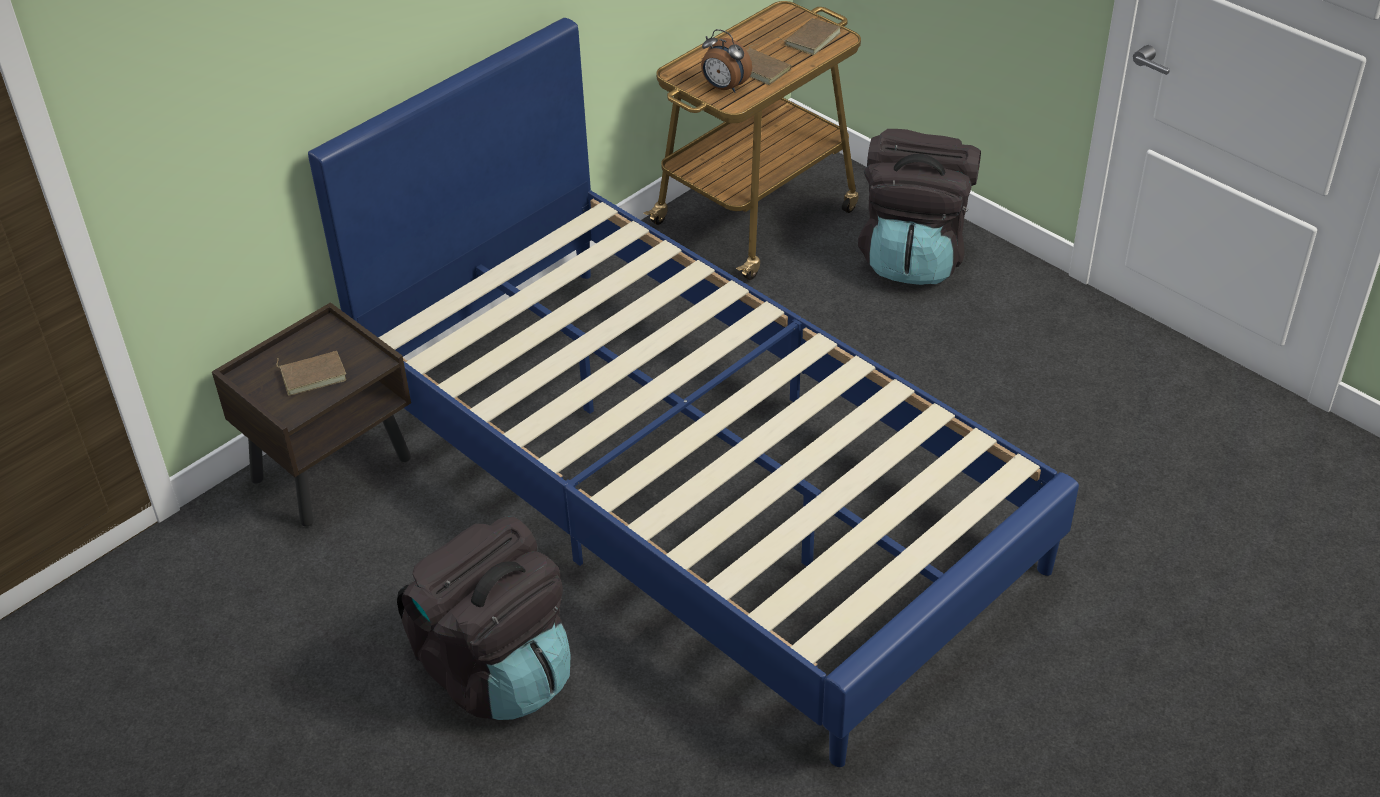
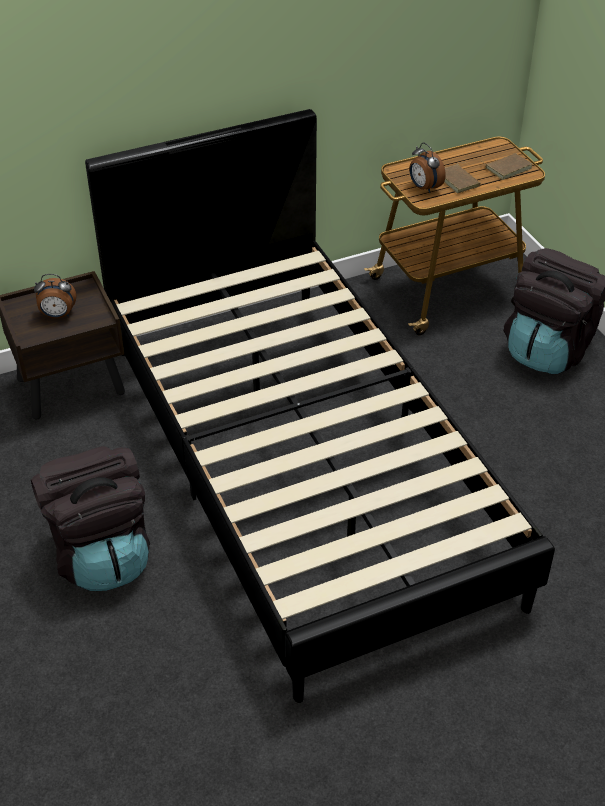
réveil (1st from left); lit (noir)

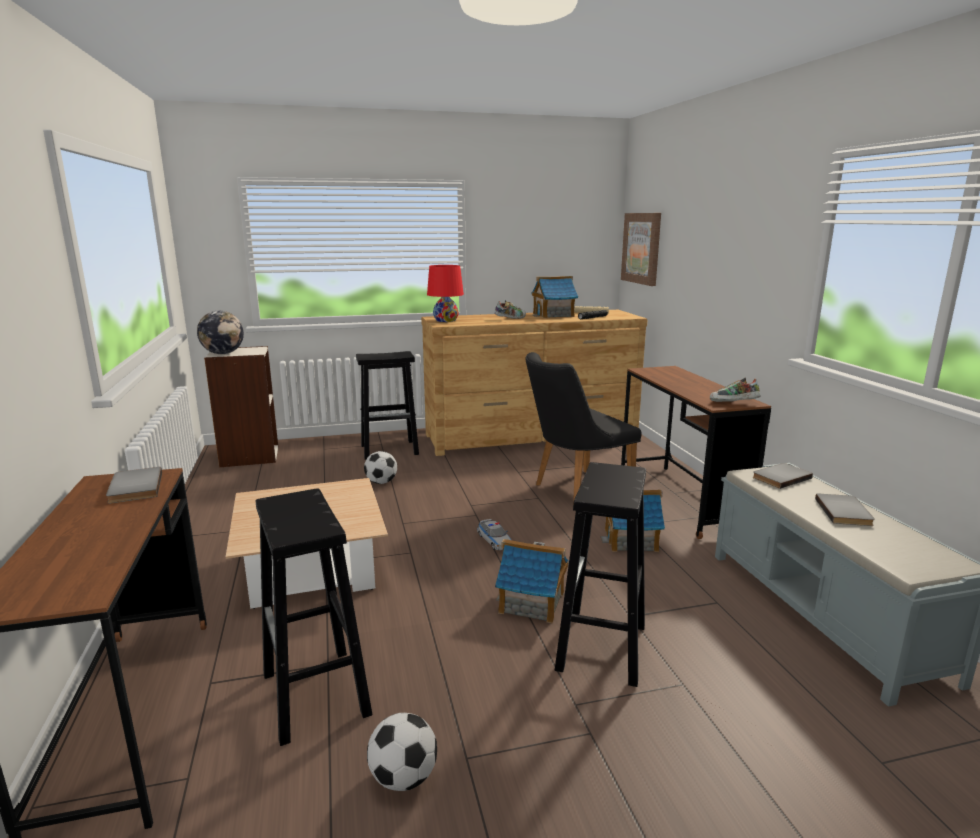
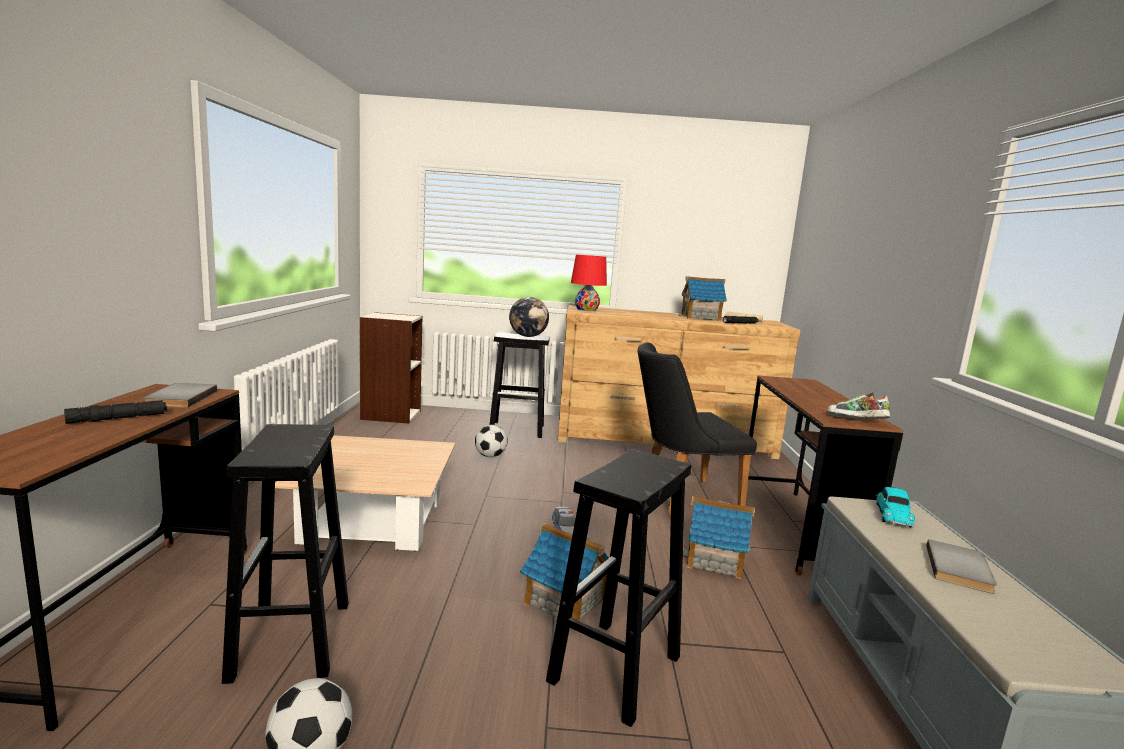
globe; chaussure (1st from left in the first image); tableau; petite voiture (2nd from left); lampe de poche (noir) (1st from left)

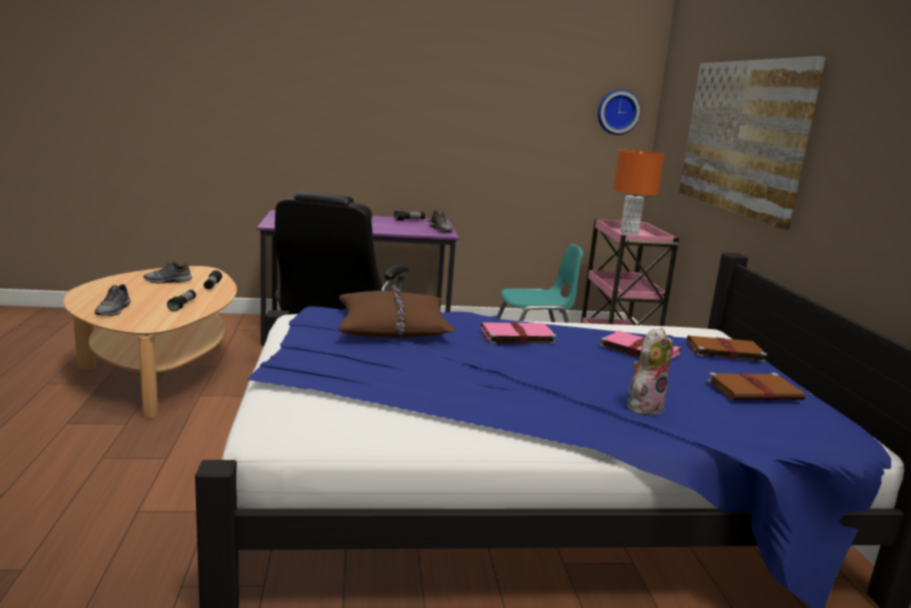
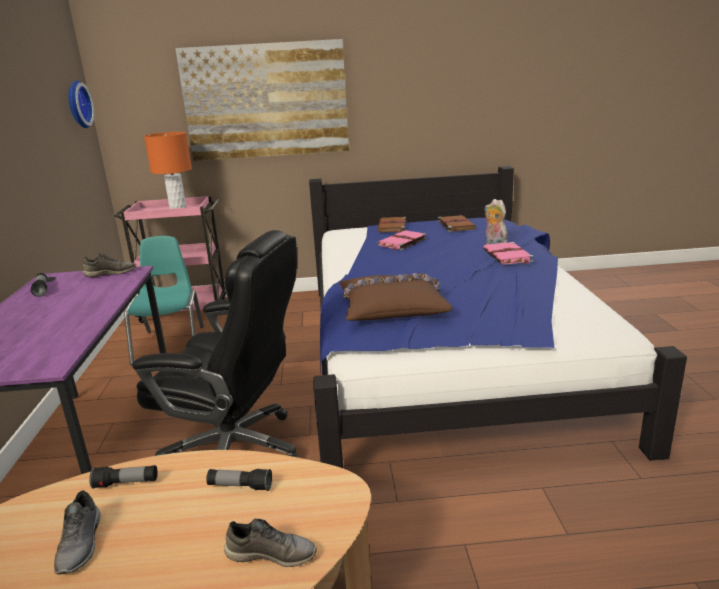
livre (rose) (2nd from left)

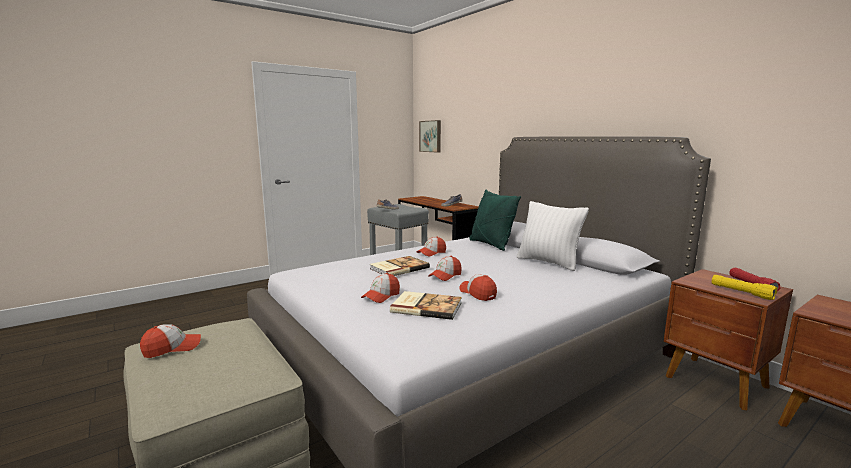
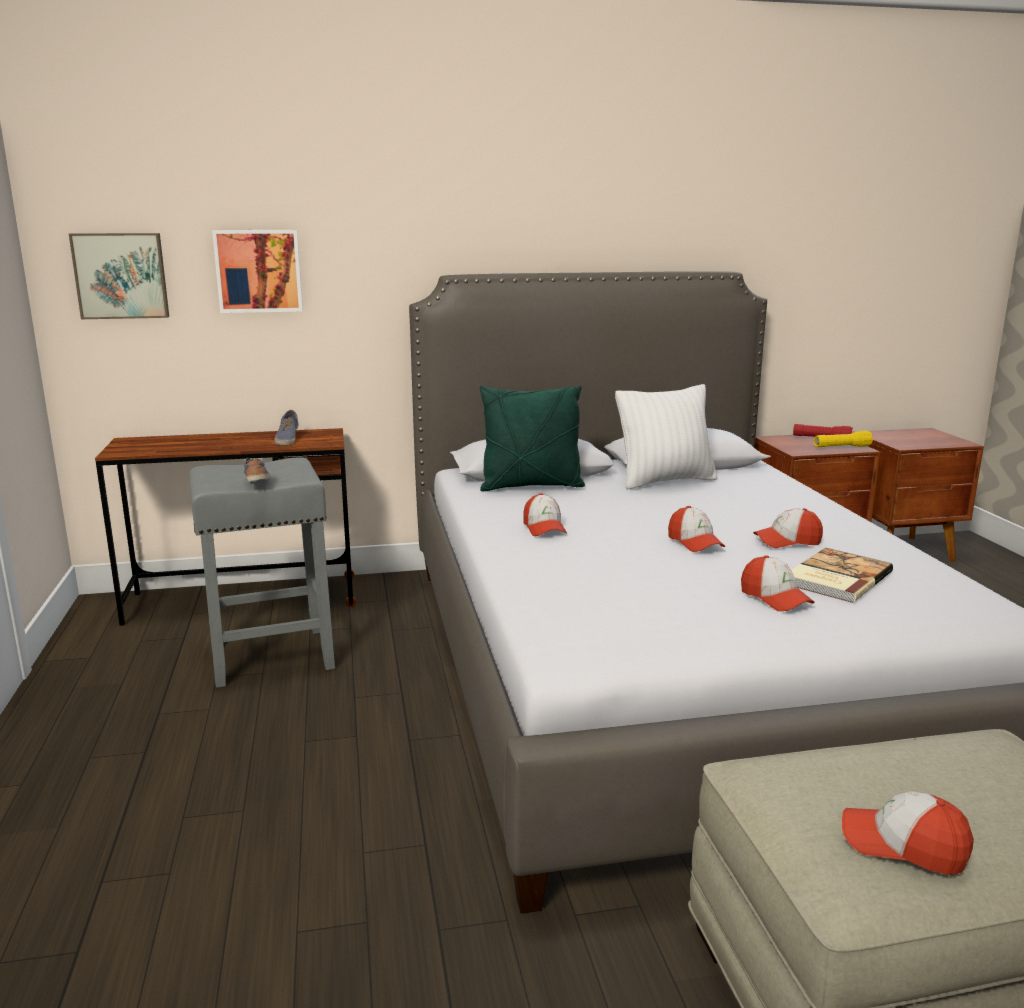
casquette (5th from left); livre (1st from left in the first image); tableau (2nd from left)

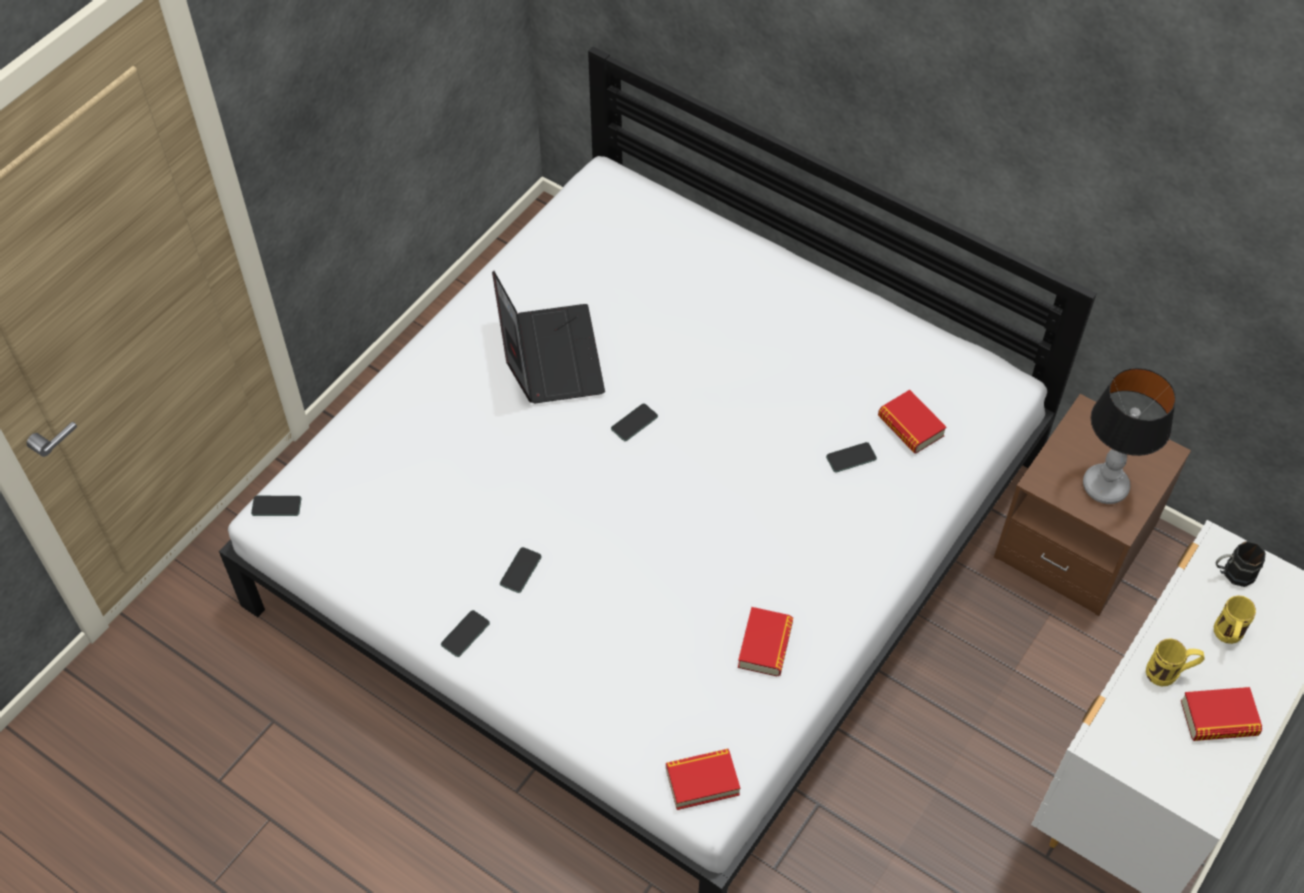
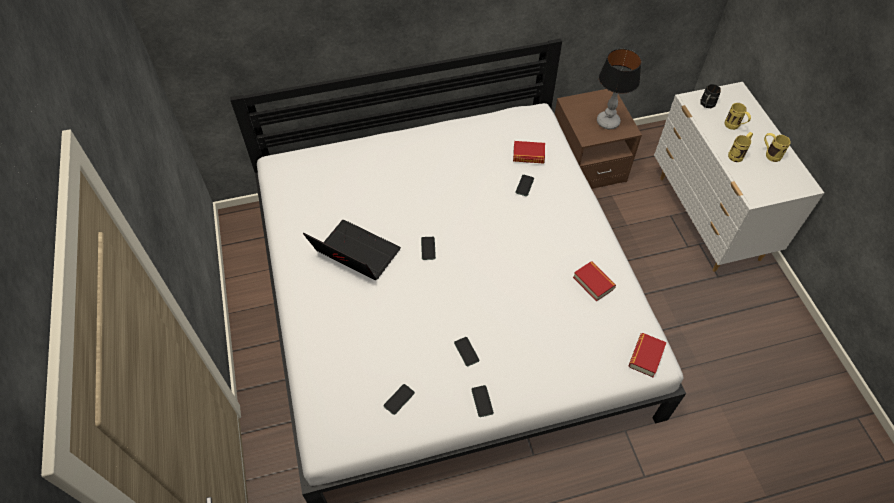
téléphone (1st from left); mug (jaune) (3rd from left)

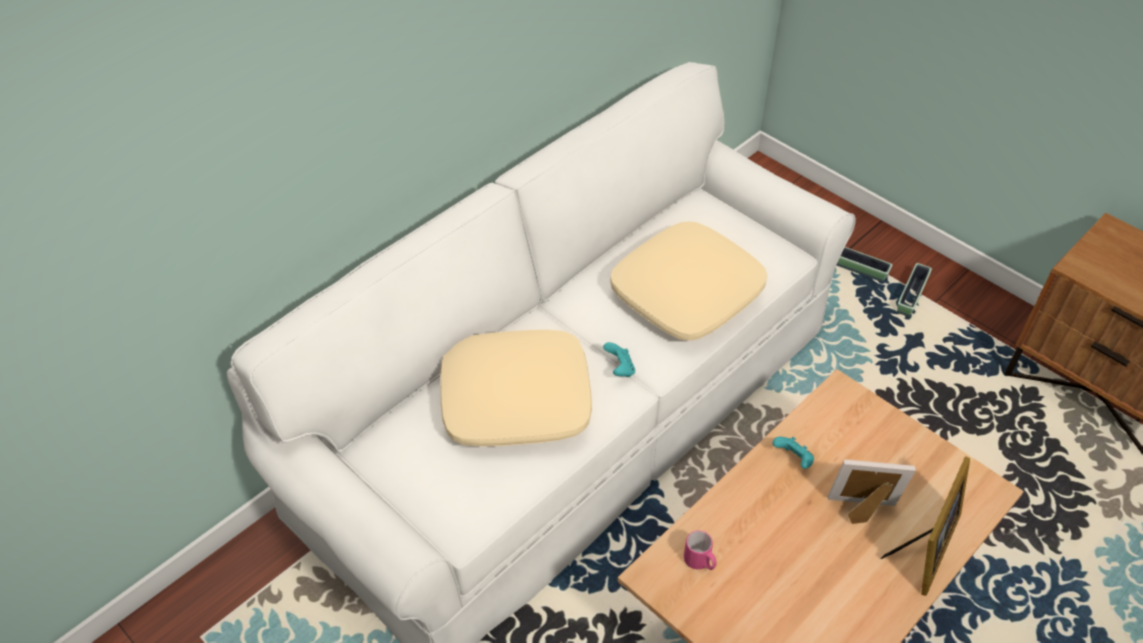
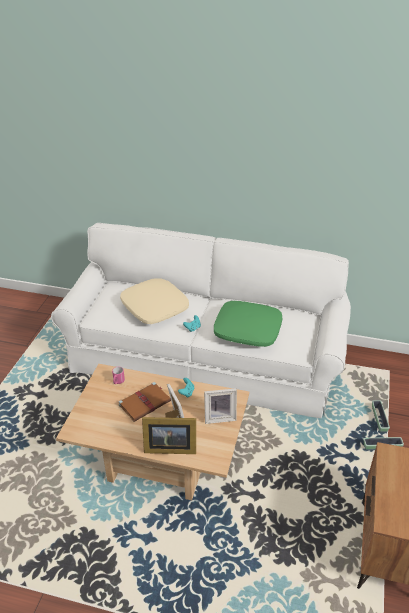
coussin (vert); livre (marron); cadre photo (3rd from left)

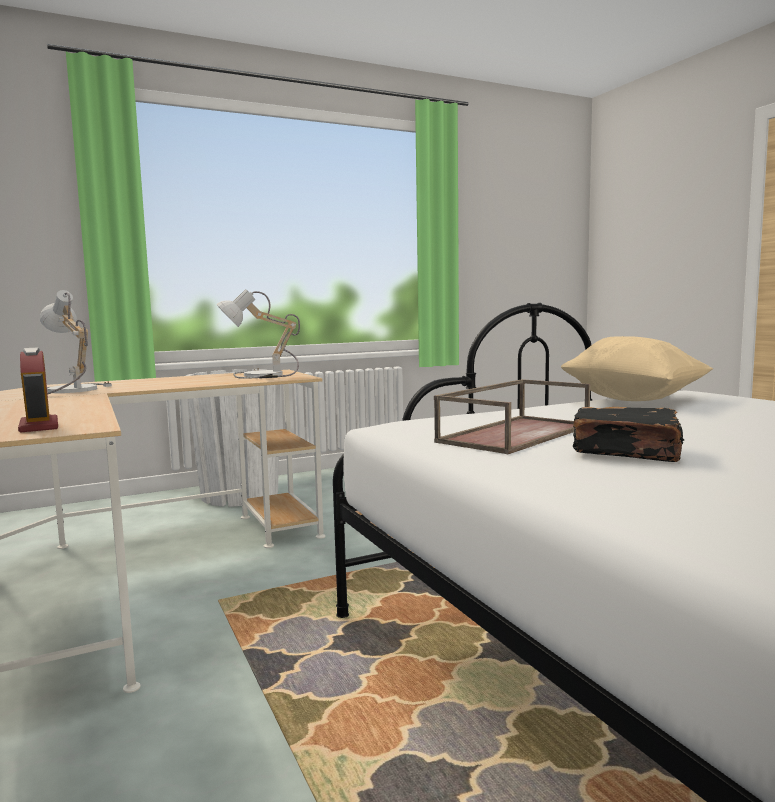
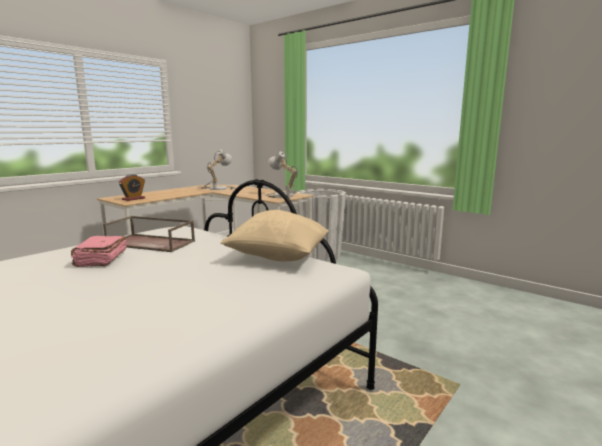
livre (rose)

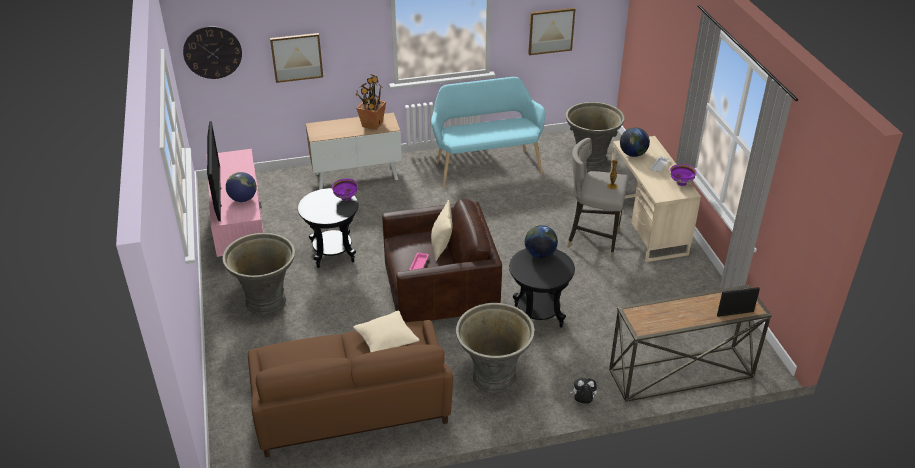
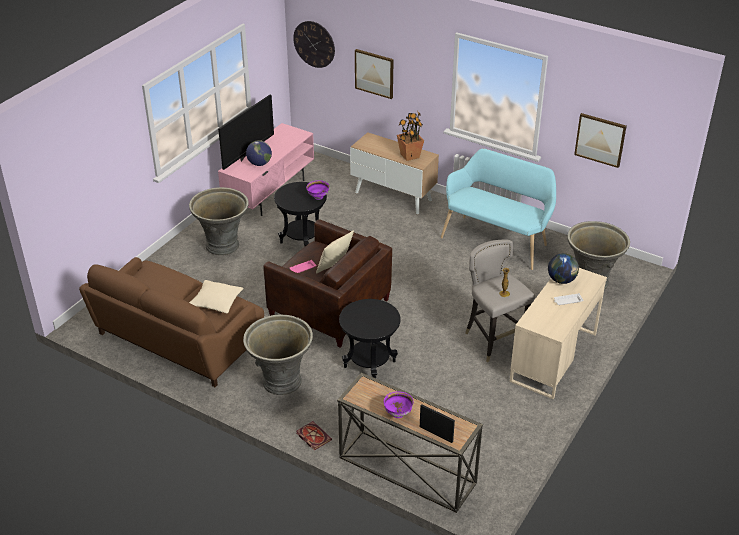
globe (2nd from left in the first image); livre; bol (violet) (2nd from left)

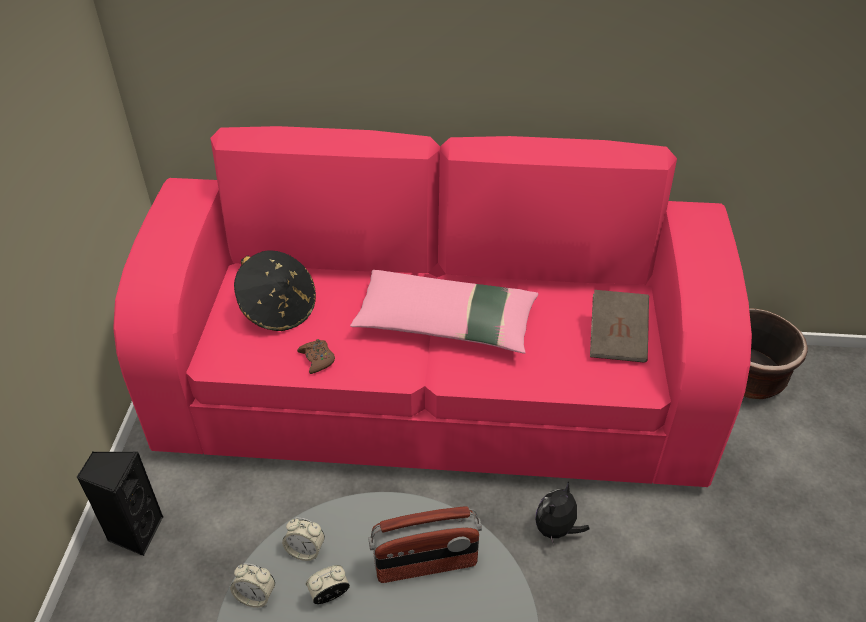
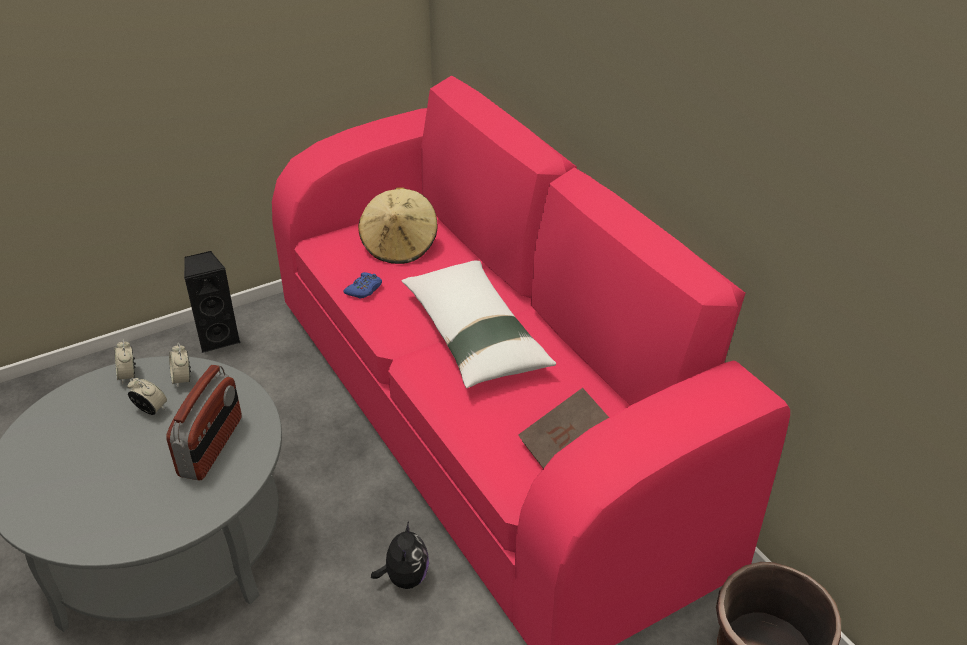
chapeau (beige); manette (bleu); coussin (blanc); radio; peluche

